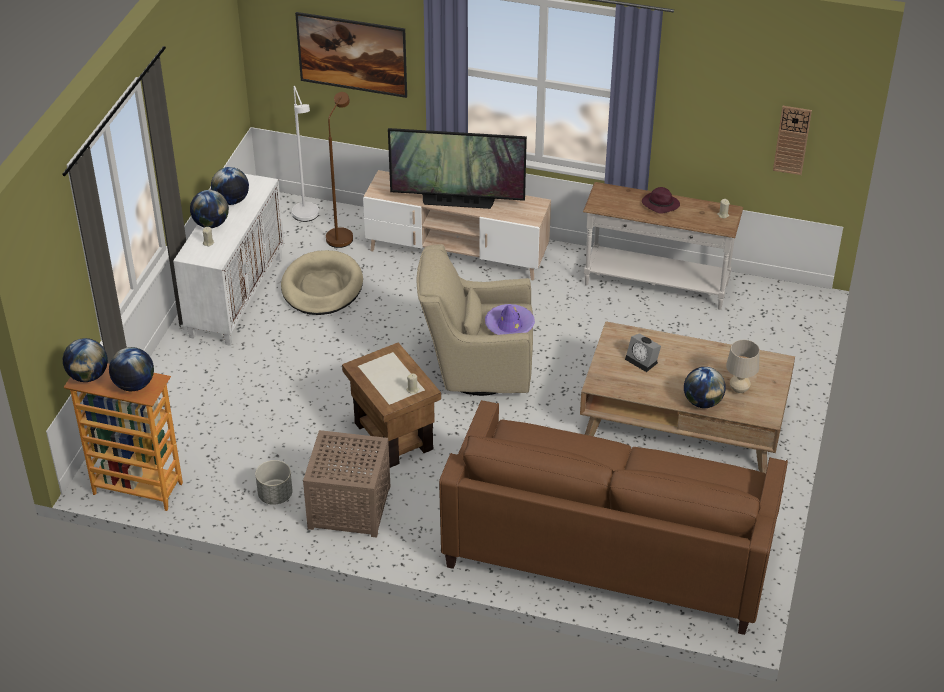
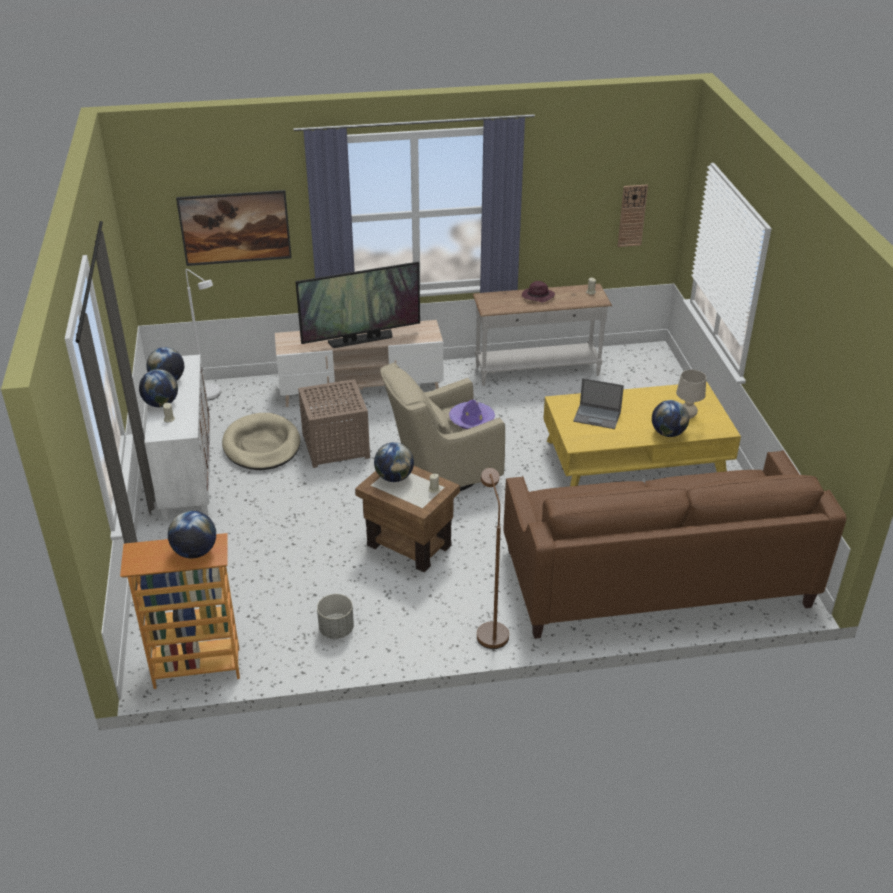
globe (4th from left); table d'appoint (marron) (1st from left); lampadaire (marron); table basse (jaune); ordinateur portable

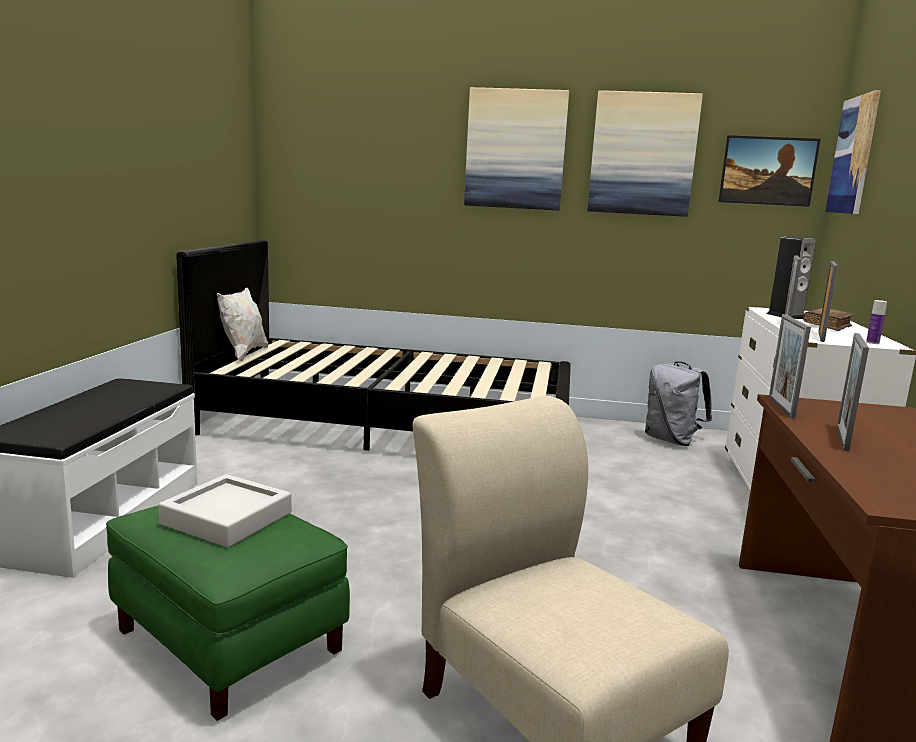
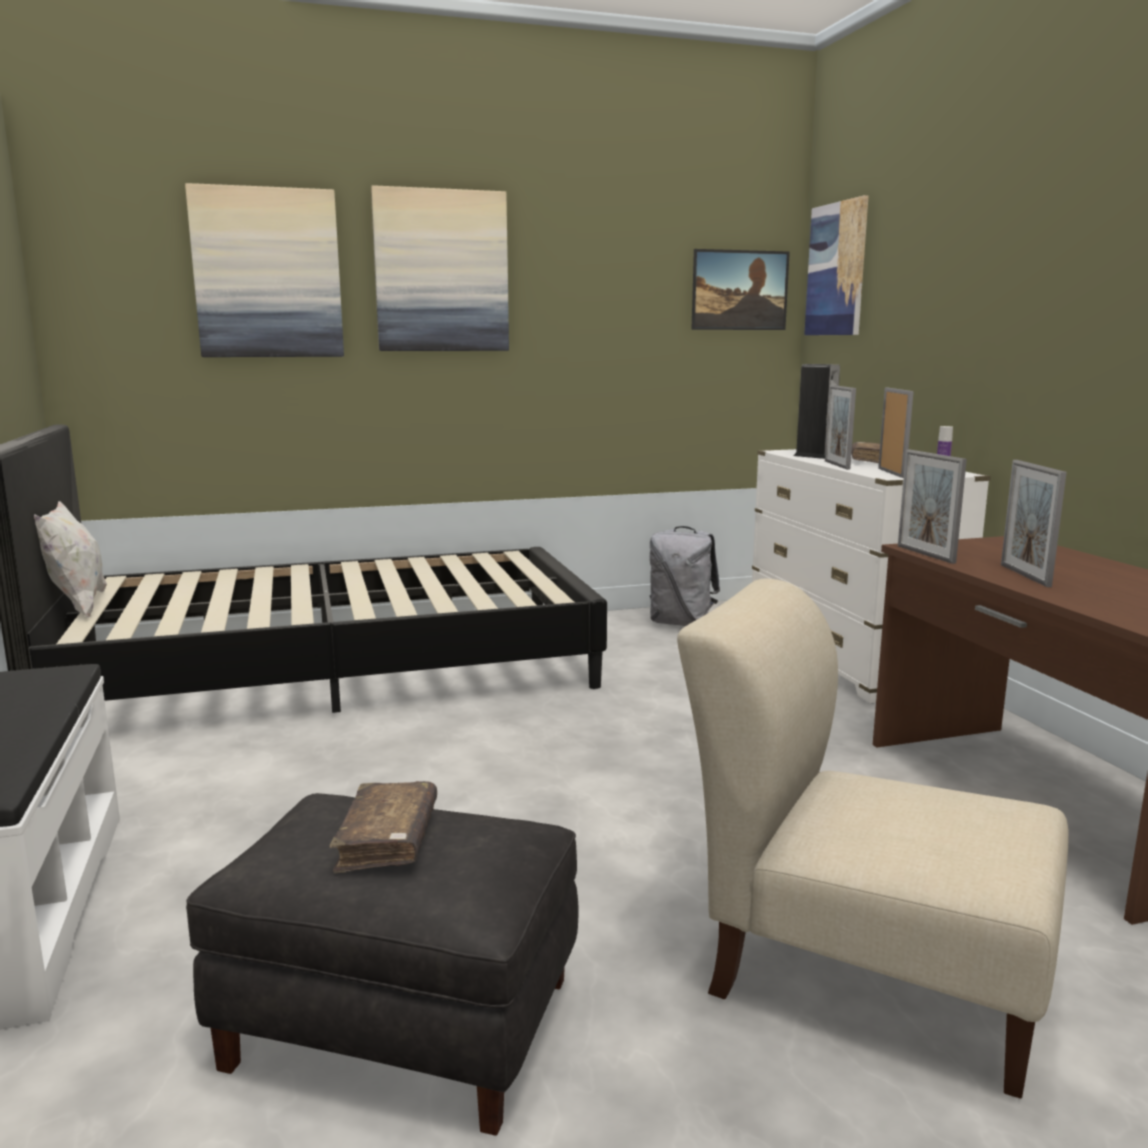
pouf (noir); livre (marron) (1st from left); tableau (1st from left)

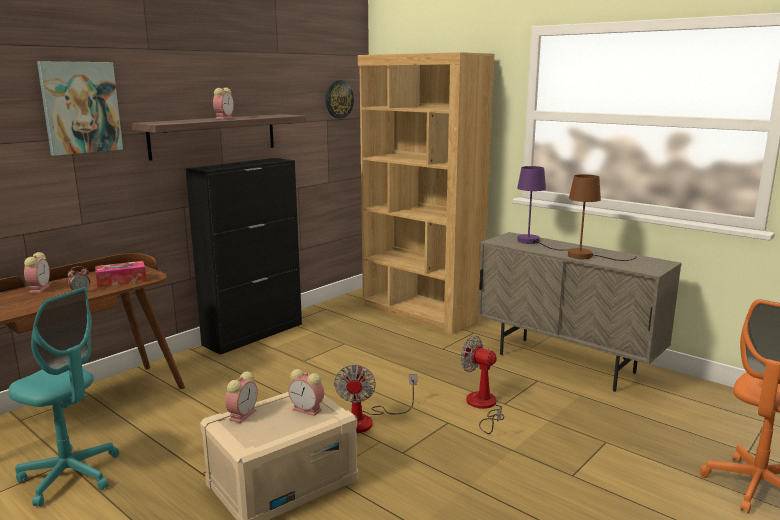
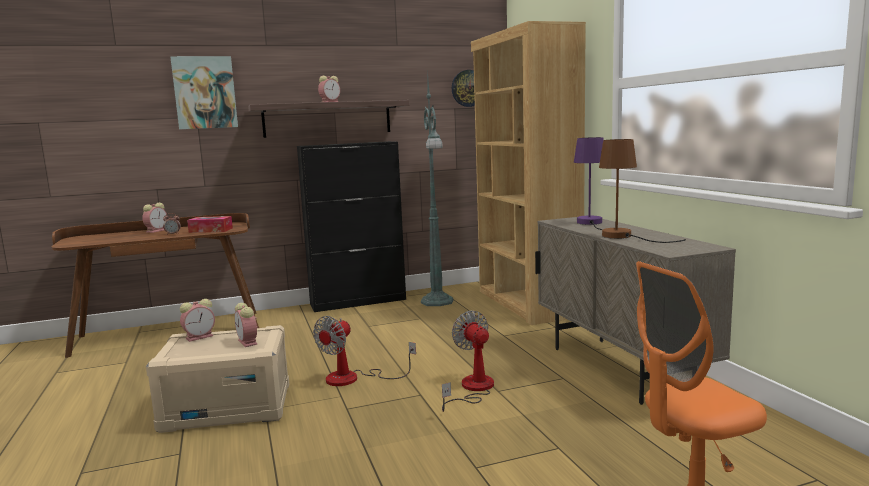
chaise de bureau (turquoise); lampadaire (vert)

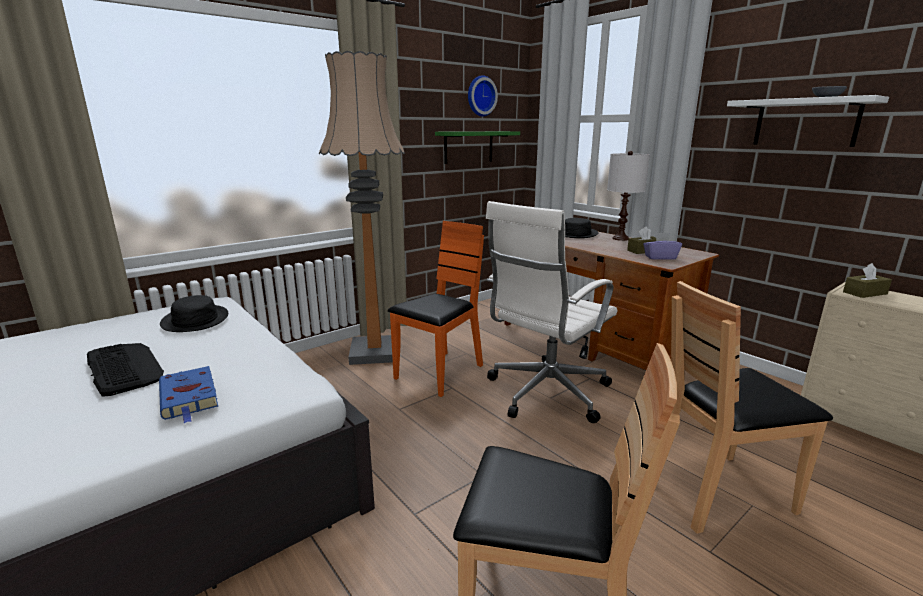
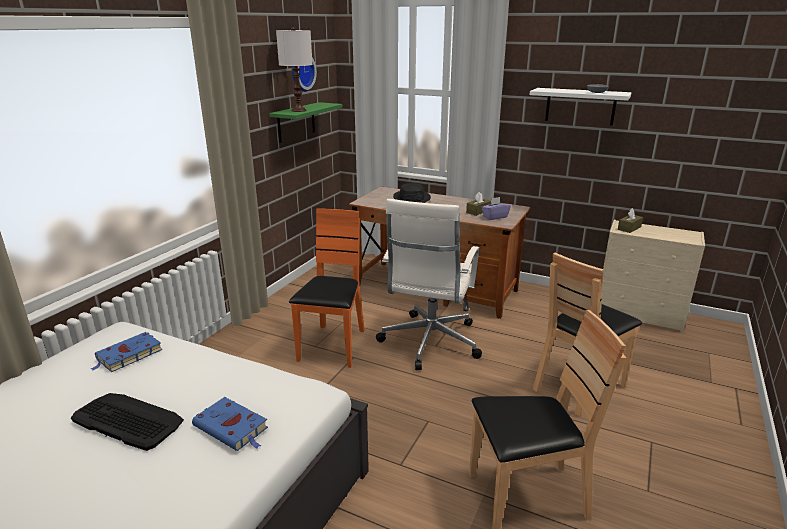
livre (bleu) (1st from left); lampadaire; lampe de table (blanc)

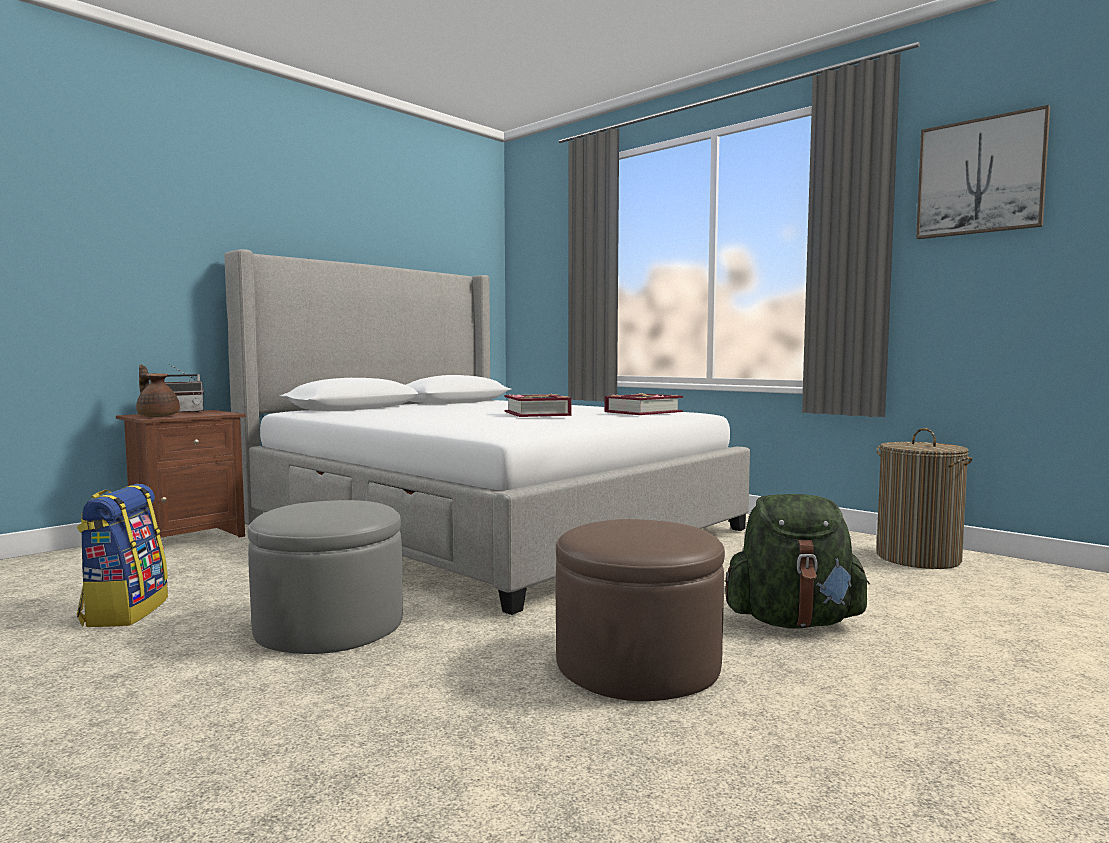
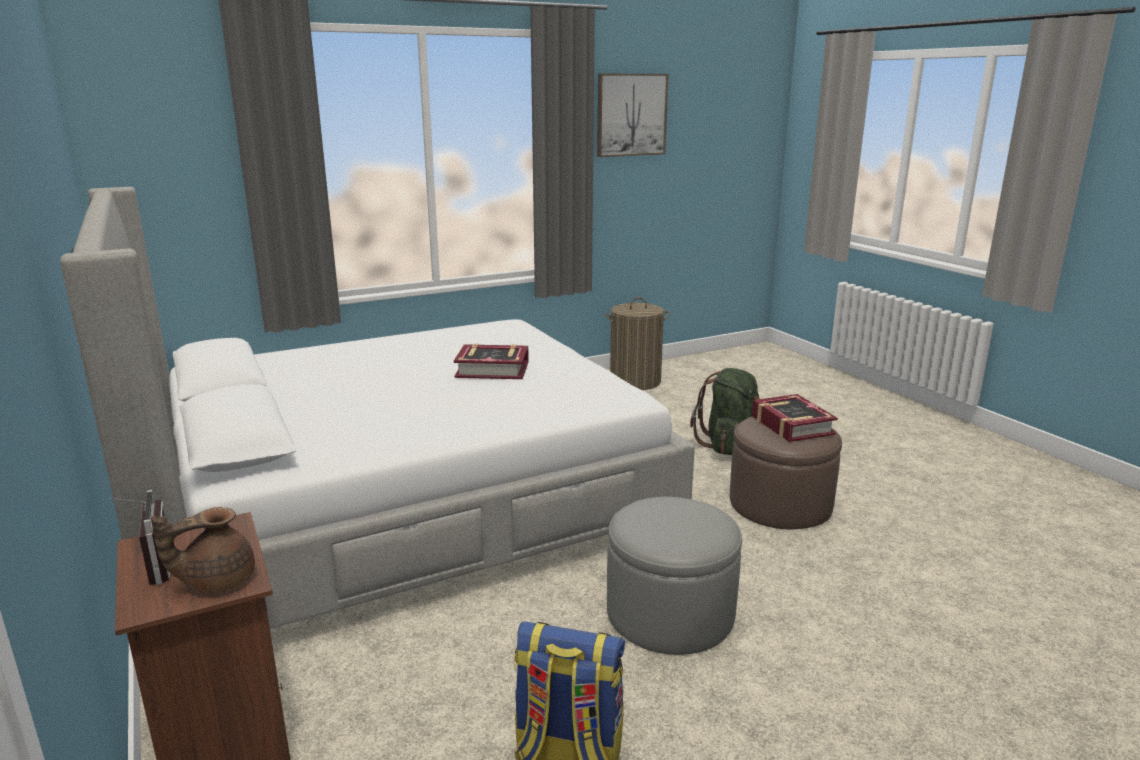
livre (2nd from left)

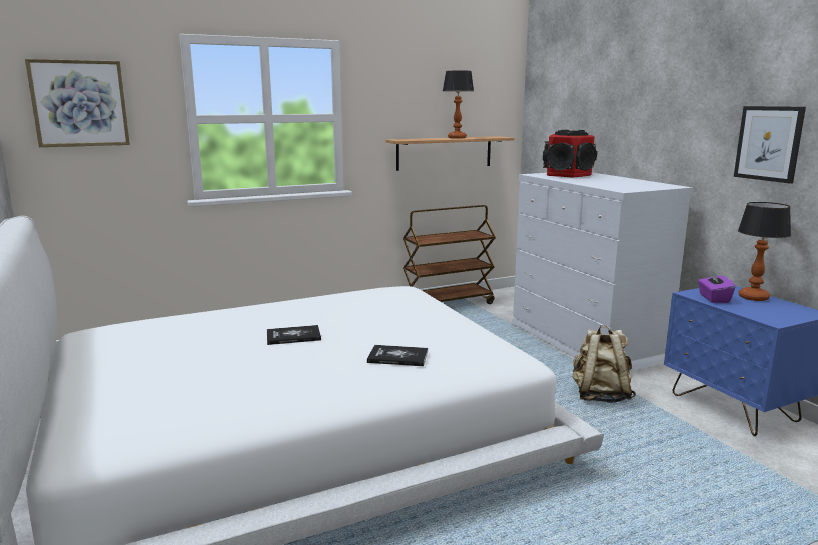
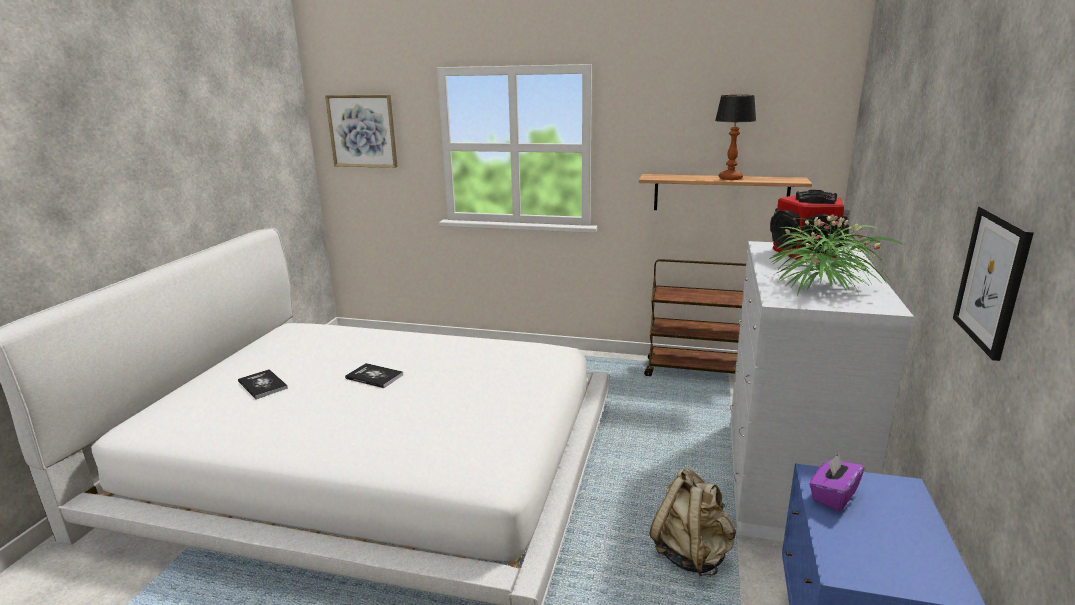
livre (1st from left); lampe de table (2nd from left in the first image); plante en pot

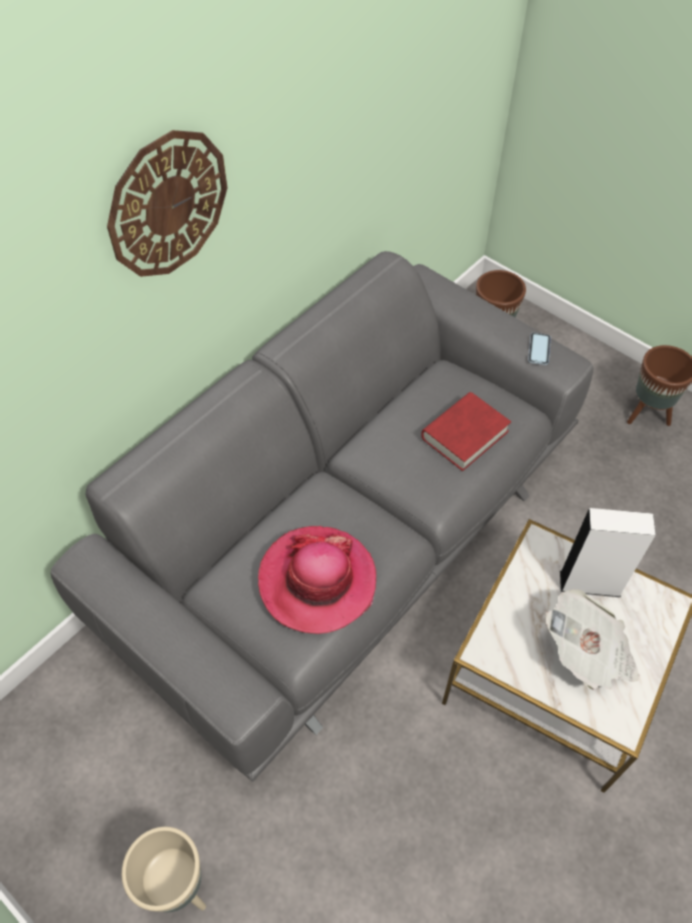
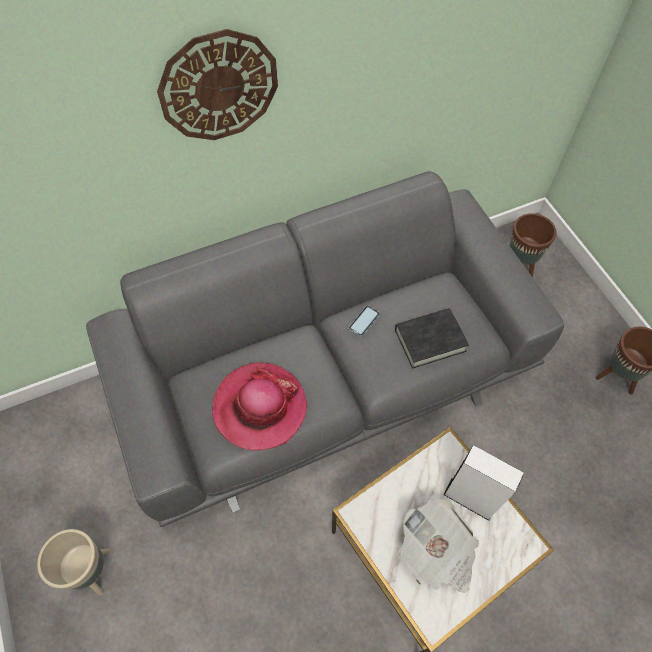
livre (noir); téléphone

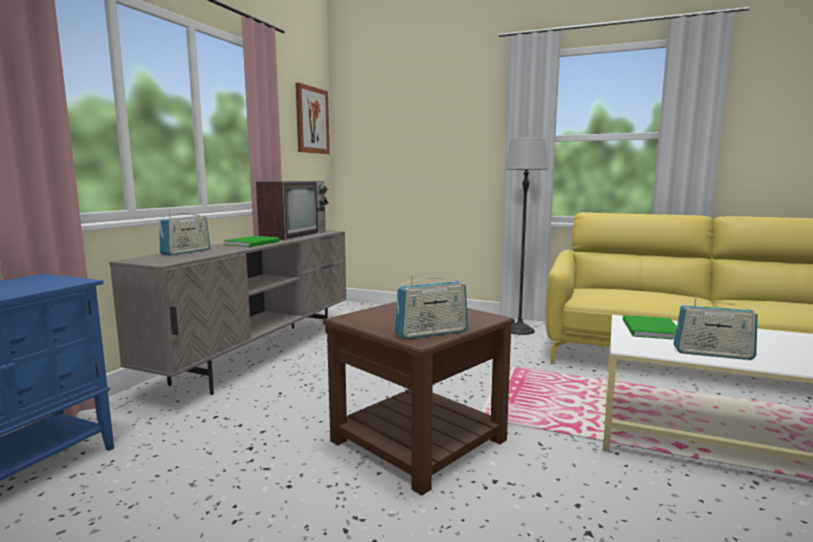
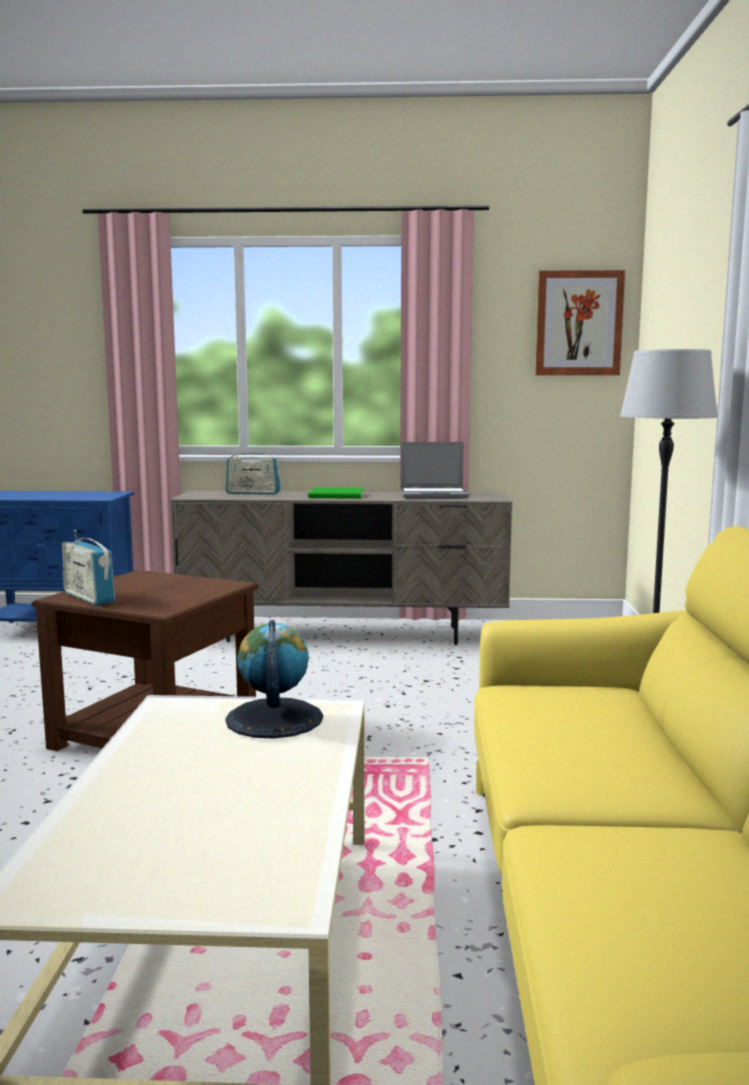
ordinateur portable; globe; radio (3rd from left in the first image)

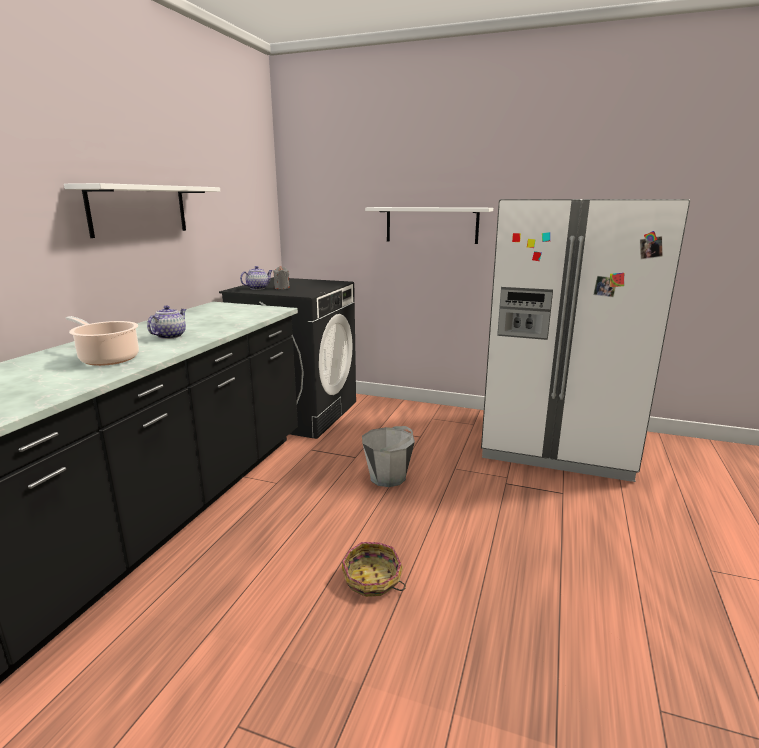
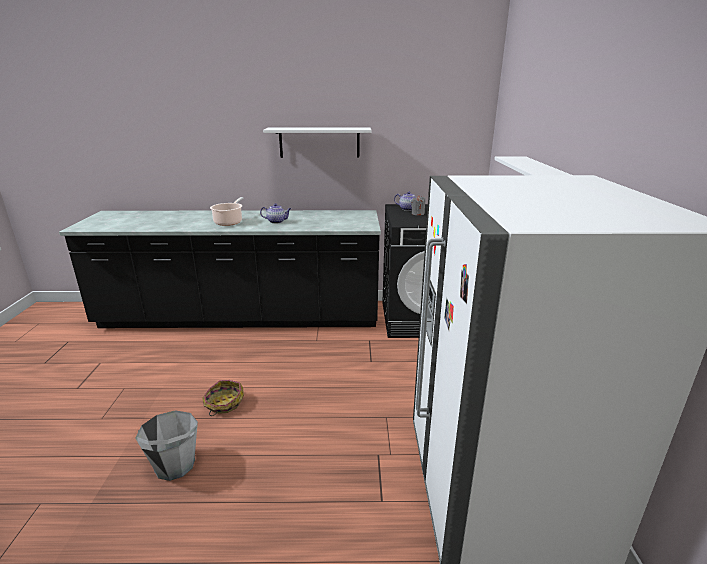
seau (gris)

